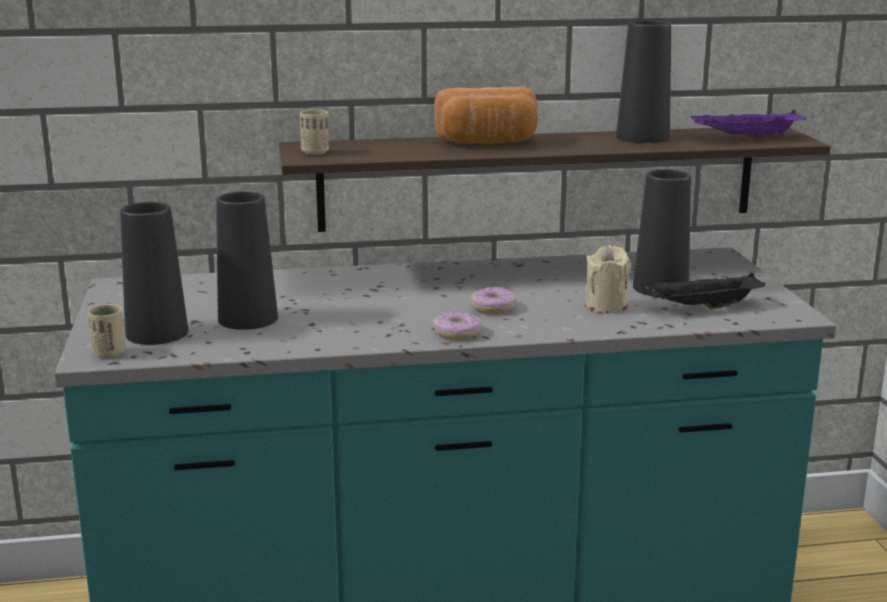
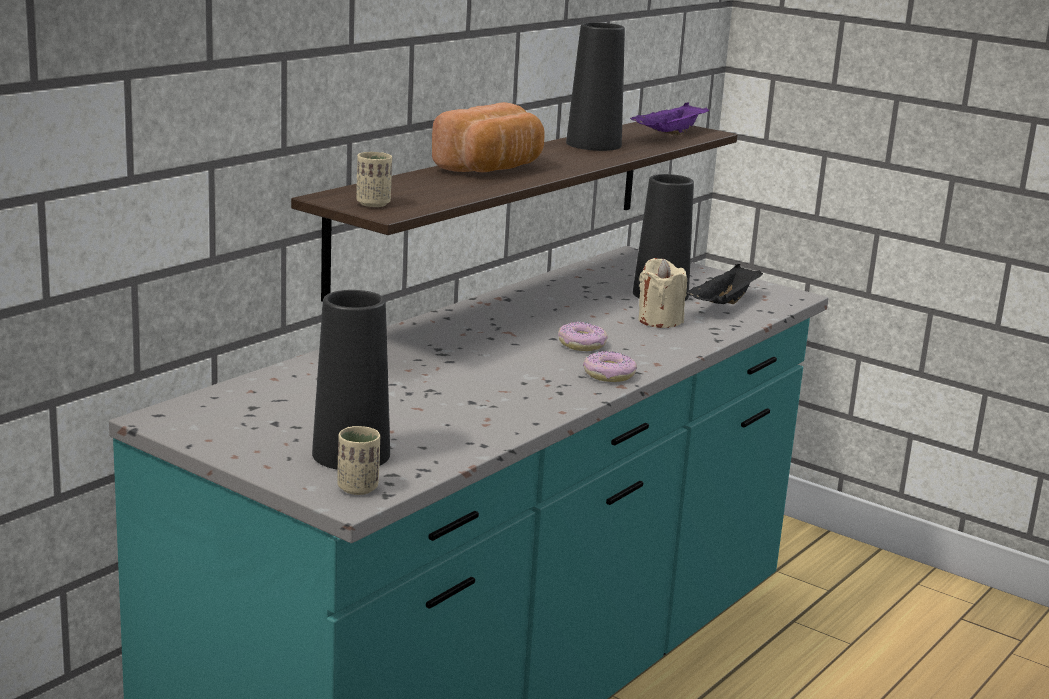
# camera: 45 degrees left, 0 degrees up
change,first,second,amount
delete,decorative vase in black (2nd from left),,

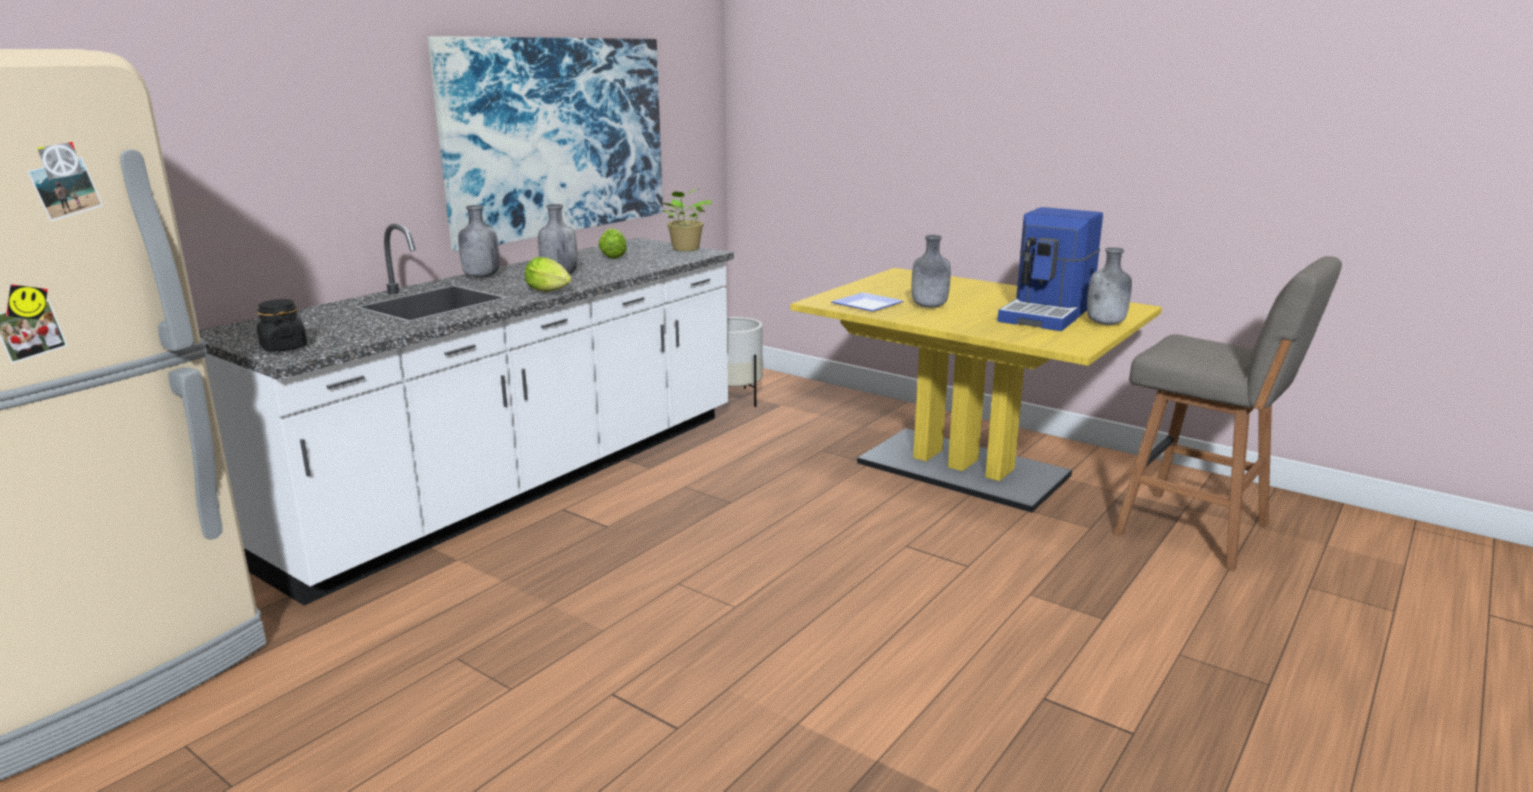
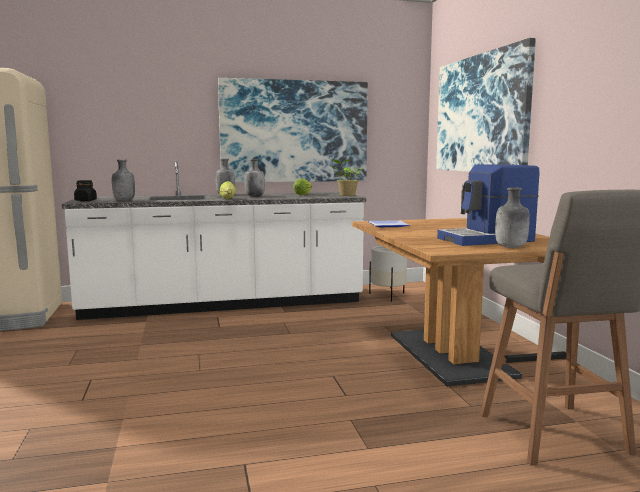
# camera: 40 degrees right, 10 degrees down
change,first,second,amount
insert,,wall picture (2nd from left),
move,drink bottle in gray (3rd from left in the first image),drink bottle in gray (1st from left),
recolor,dining table in yellowish,dining table in brown-coloured,

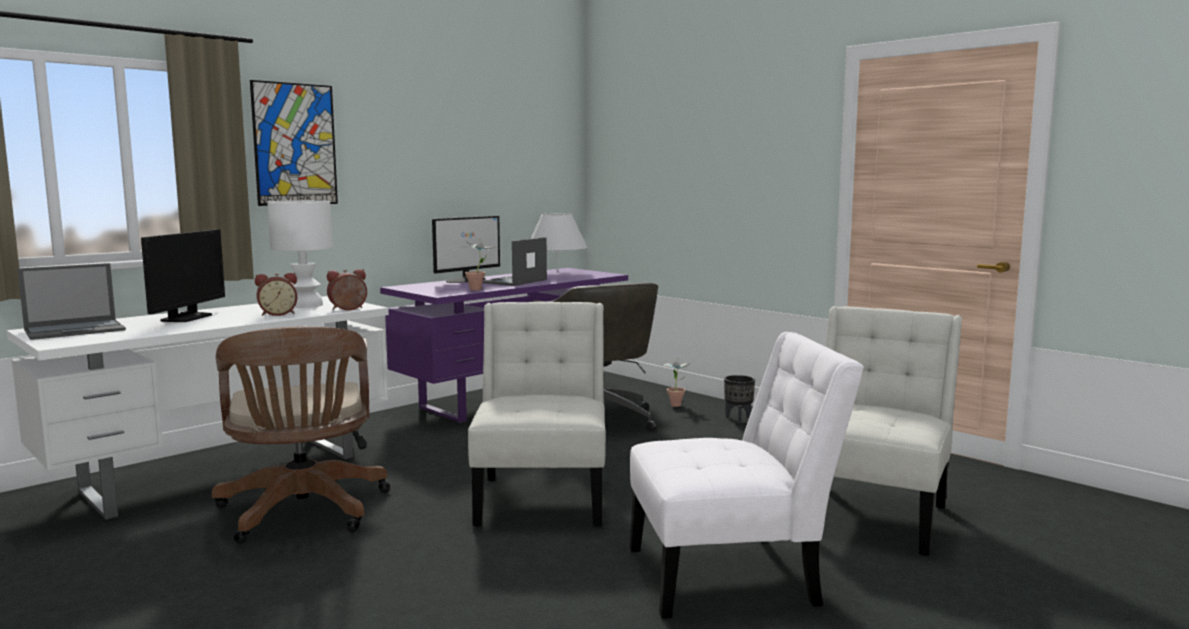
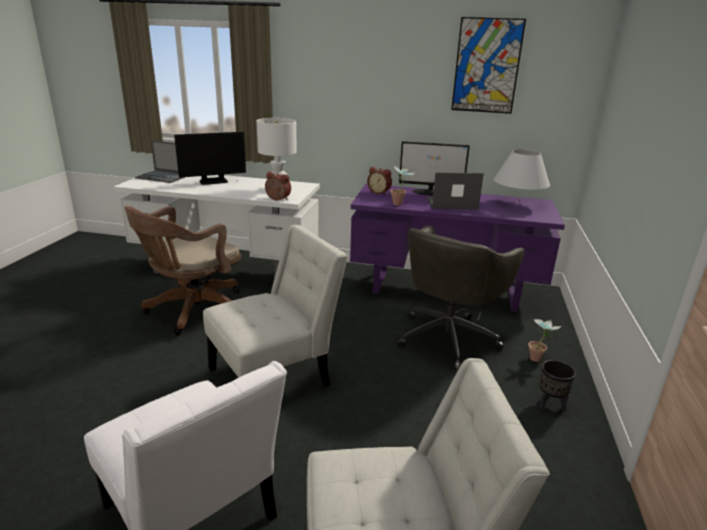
# camera: 55 degrees right, 15 degrees up
change,first,second,amount
move,wall picture,,
move,table clock (1st from left in the first image),table clock (2nd from left),

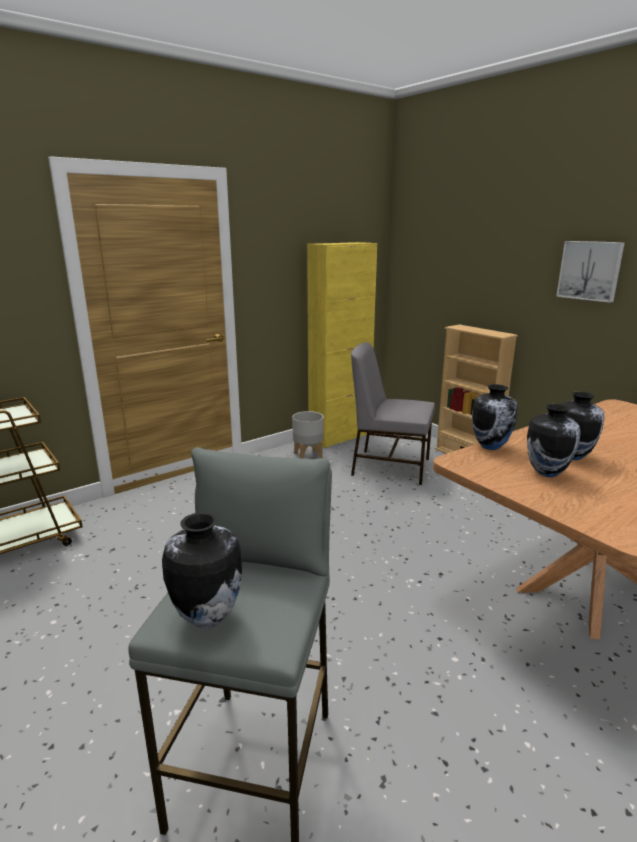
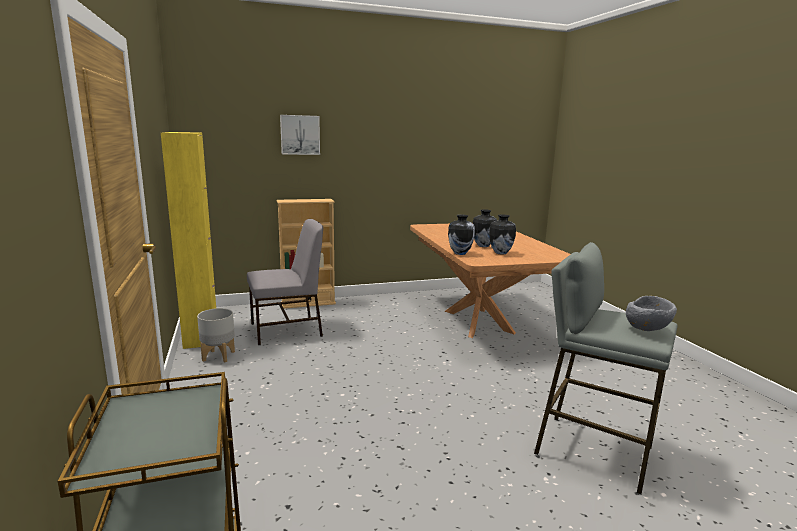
# camera: 70 degrees left, 5 degrees down
change,first,second,amount
move,wall picture,,
replace,decorative vase (1st from left),bowl in gray,
rotate,upright chair in gray,,150 degrees counterclockwise

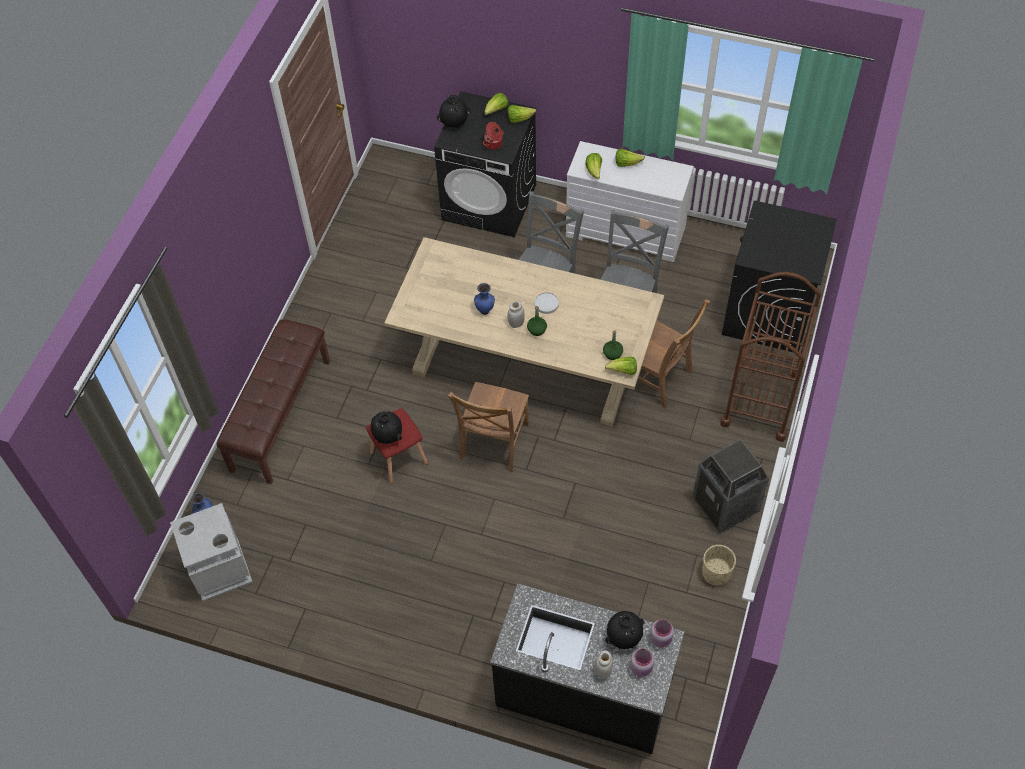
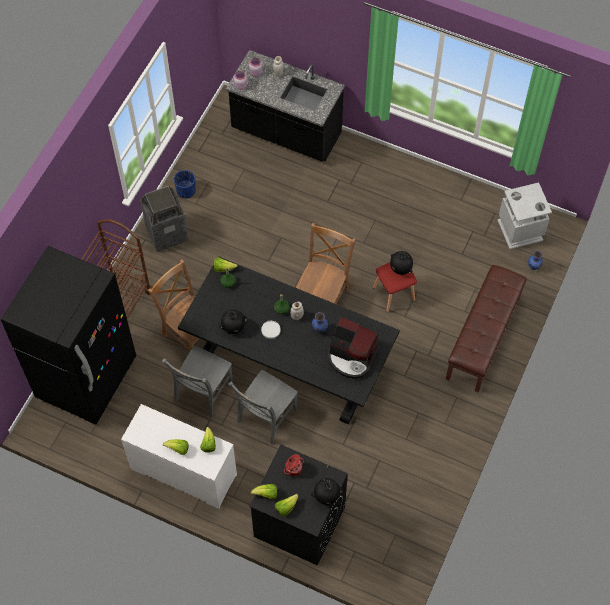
# camera: 175 degrees left, 5 degrees up
change,first,second,amount
insert,,coffee machine,
move,decorative vase in black (3rd from left in the first image),decorative vase in black (1st from left),
replace,laundry machine in black (2nd from left),kitchen fridge in black,
recolor,dining table in beige-coloured,dining table in black,
recolor,plant pot in beige-coloured,plant pot in blue,

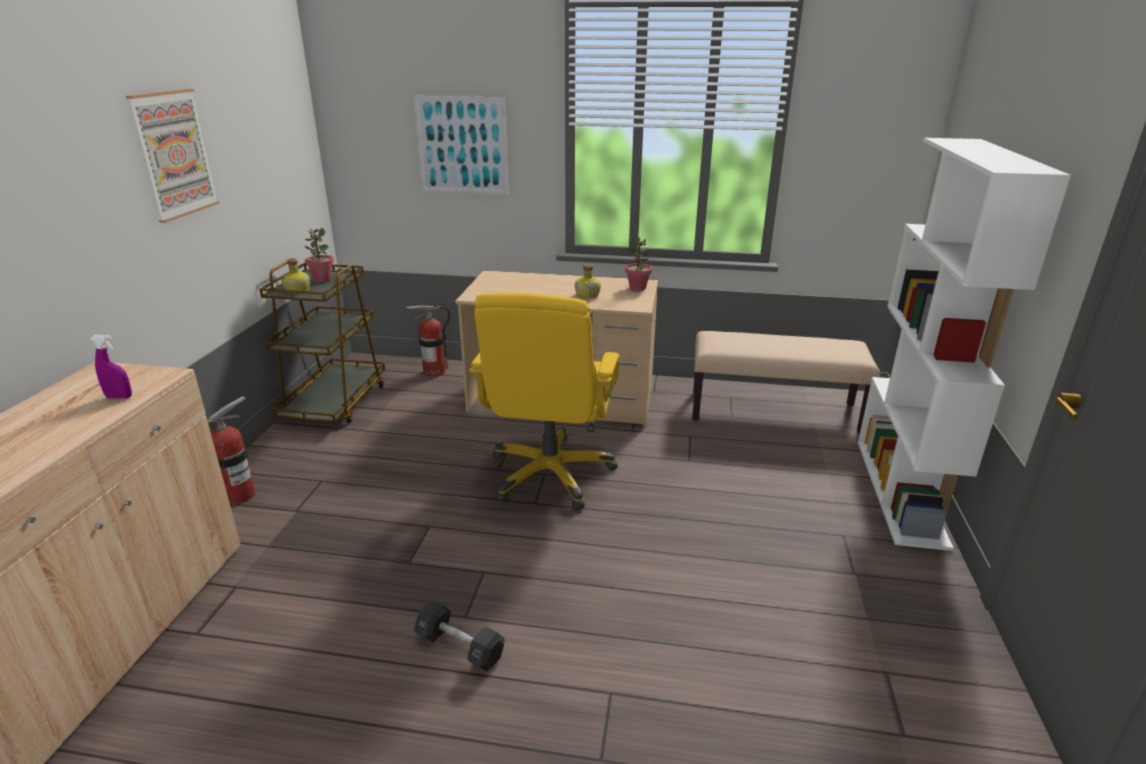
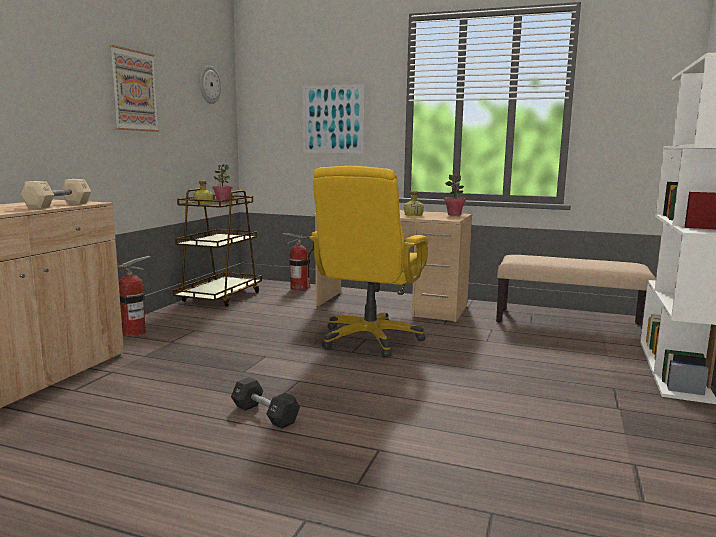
# camera: 10 degrees right, 15 degrees down
change,first,second,amount
insert,,clock on the wall,
replace,spray bottle in purplish,dumbbell in beige-coloured,

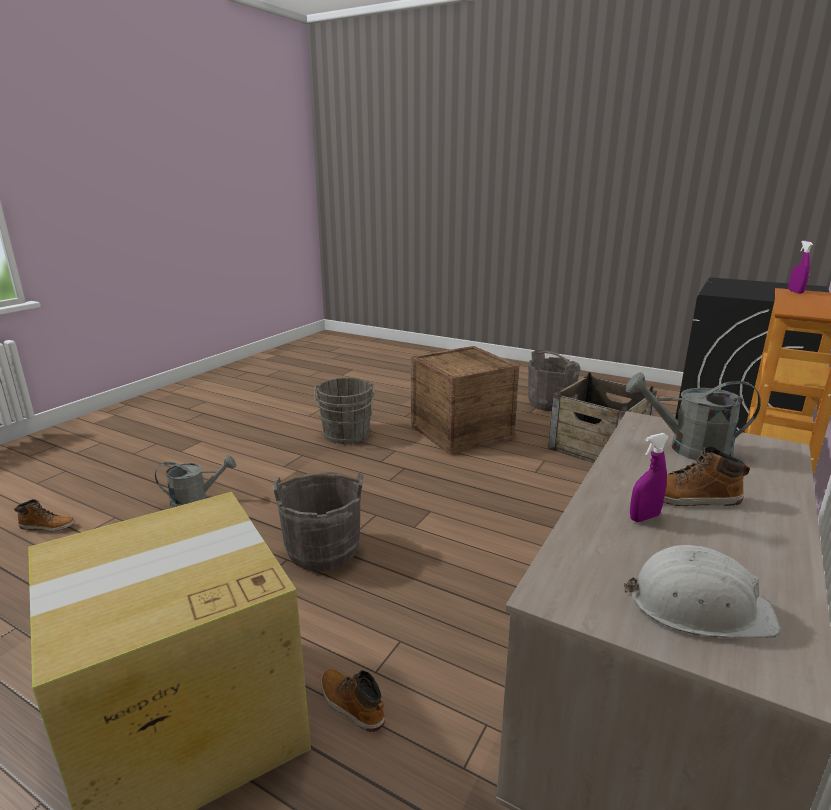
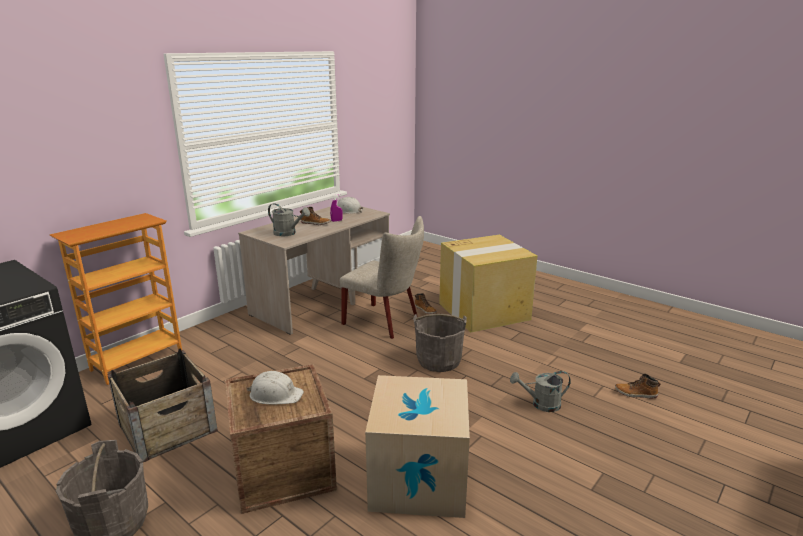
# camera: 170 degrees left, 0 degrees up
change,first,second,amount
delete,spray bottle in purplish (2nd from left),,
insert,,hard hat in whitish (1st from left),
insert,,upright chair in beige-coloured,
replace,bucket in gray (2nd from left),carton (1st from left),

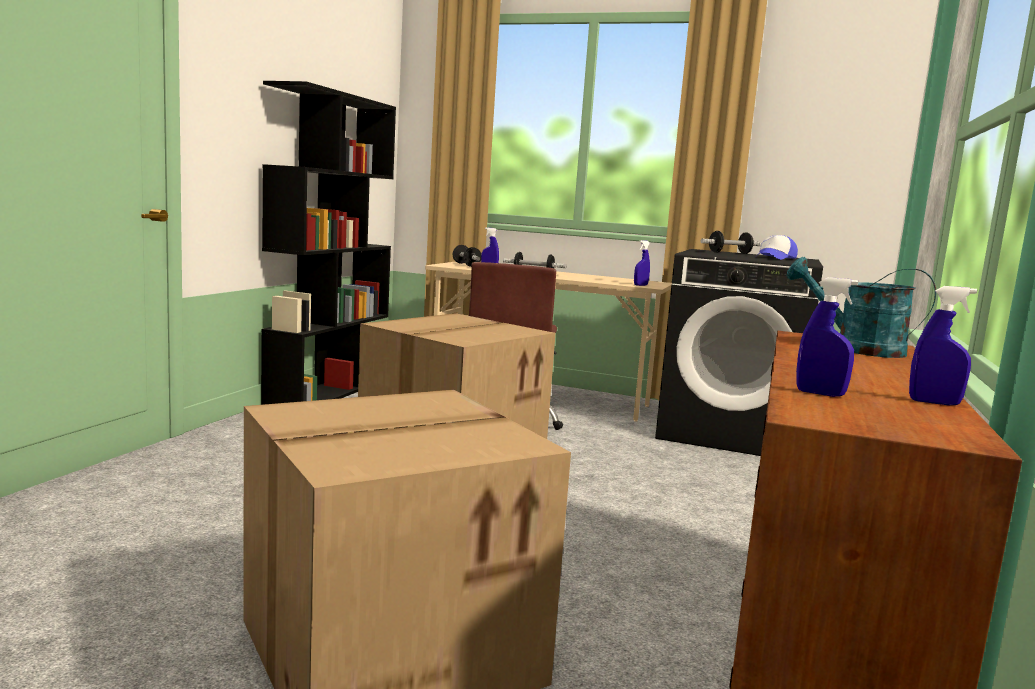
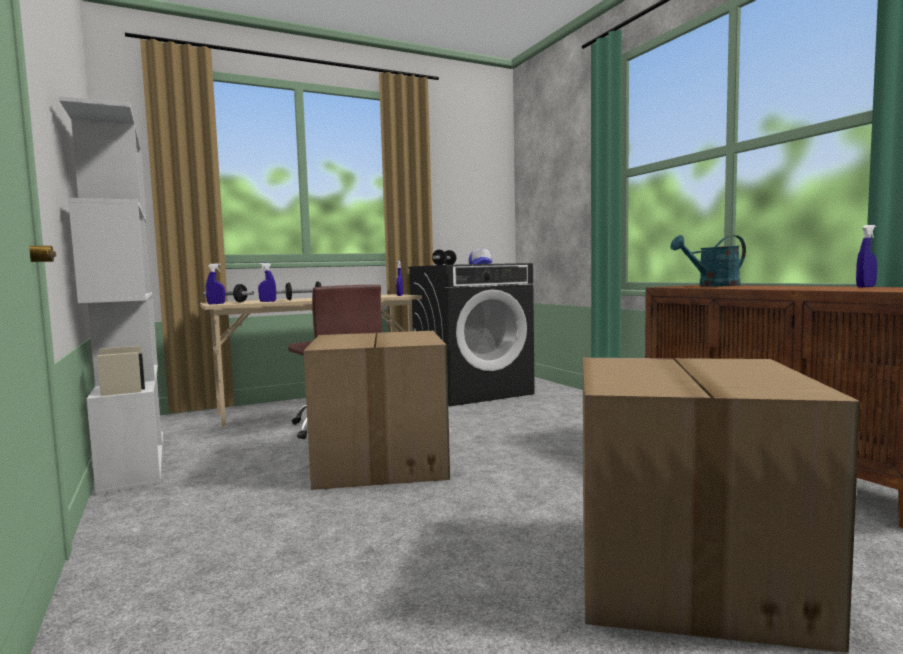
# camera: 45 degrees left, 5 degrees down
change,first,second,amount
move,spray bottle in blue (3rd from left in the first image),spray bottle in blue (1st from left),
recolor,bookshelf in black,bookshelf in whitish,

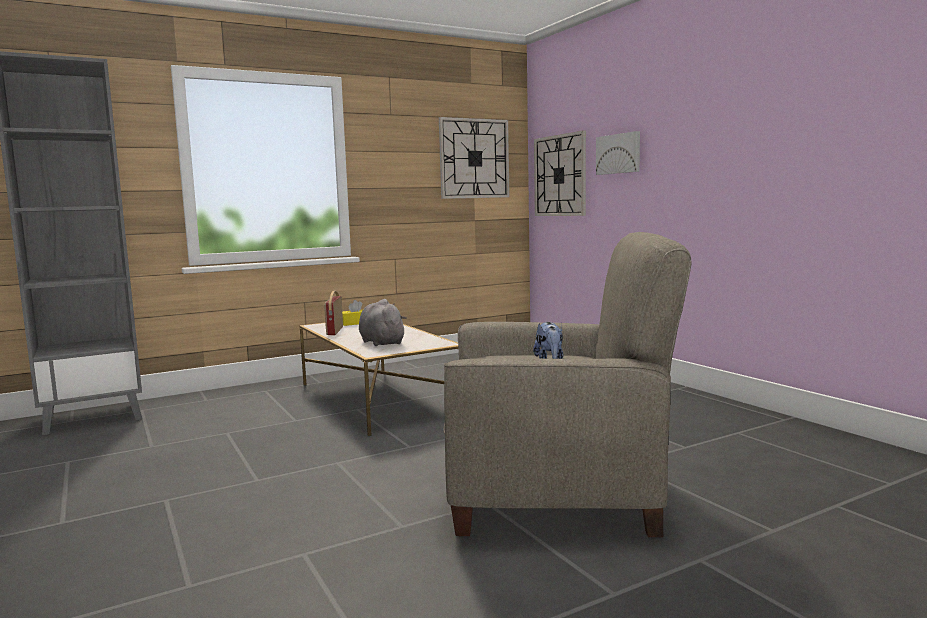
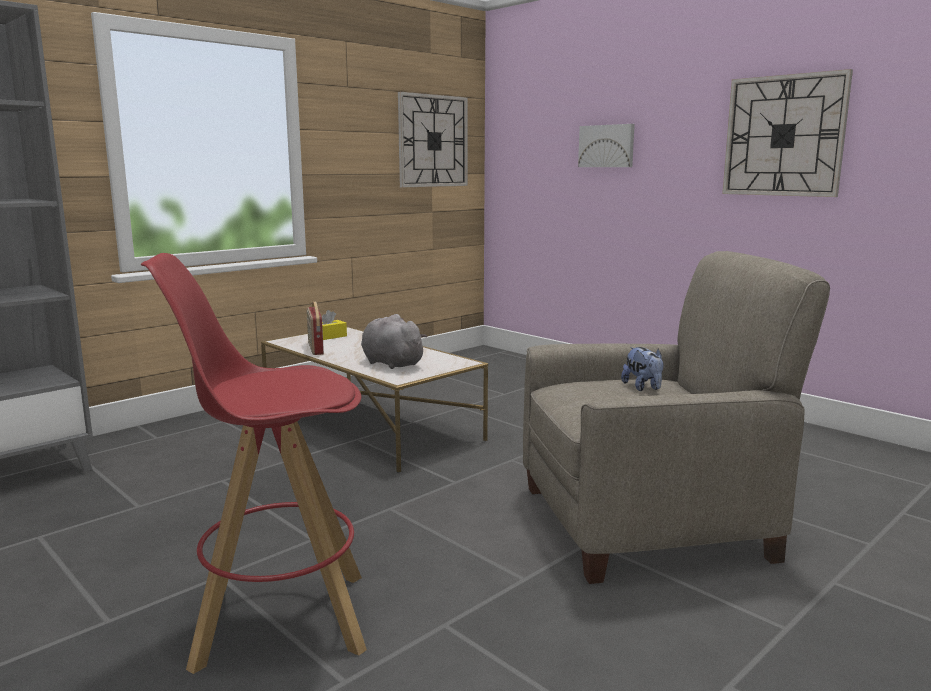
# camera: 15 degrees left, 5 degrees up
change,first,second,amount
insert,,stool in red,
move,clock on the wall (2nd from left),,

